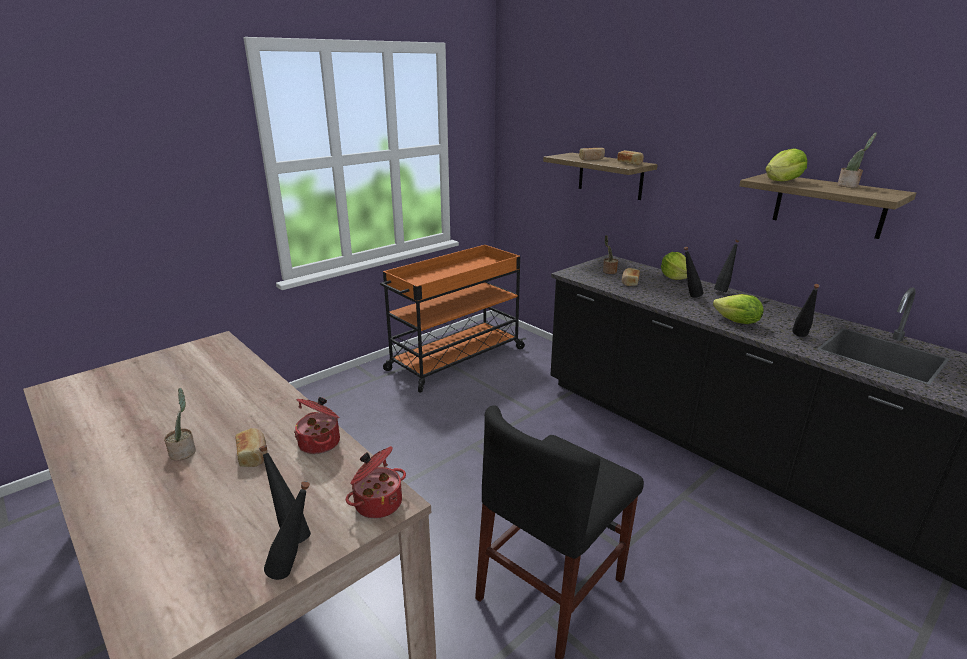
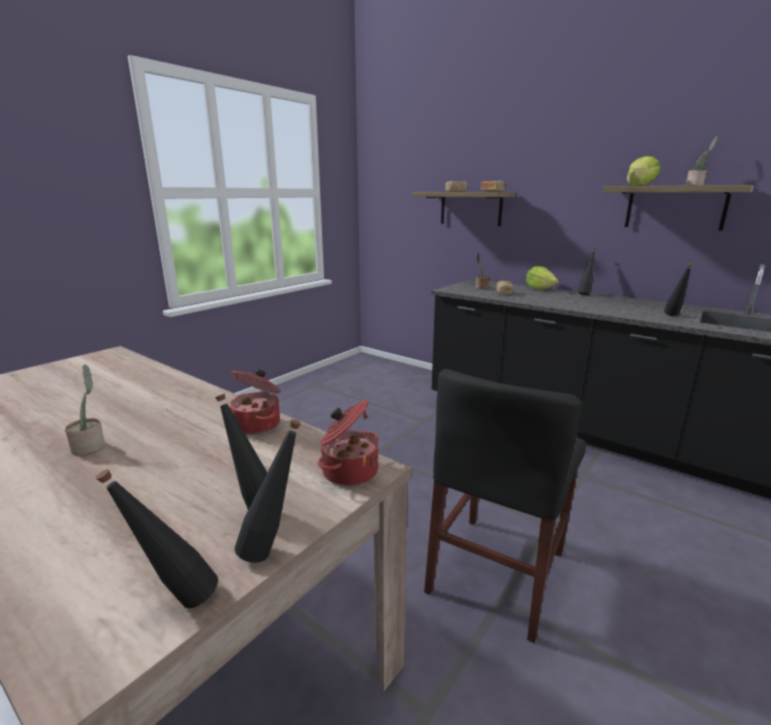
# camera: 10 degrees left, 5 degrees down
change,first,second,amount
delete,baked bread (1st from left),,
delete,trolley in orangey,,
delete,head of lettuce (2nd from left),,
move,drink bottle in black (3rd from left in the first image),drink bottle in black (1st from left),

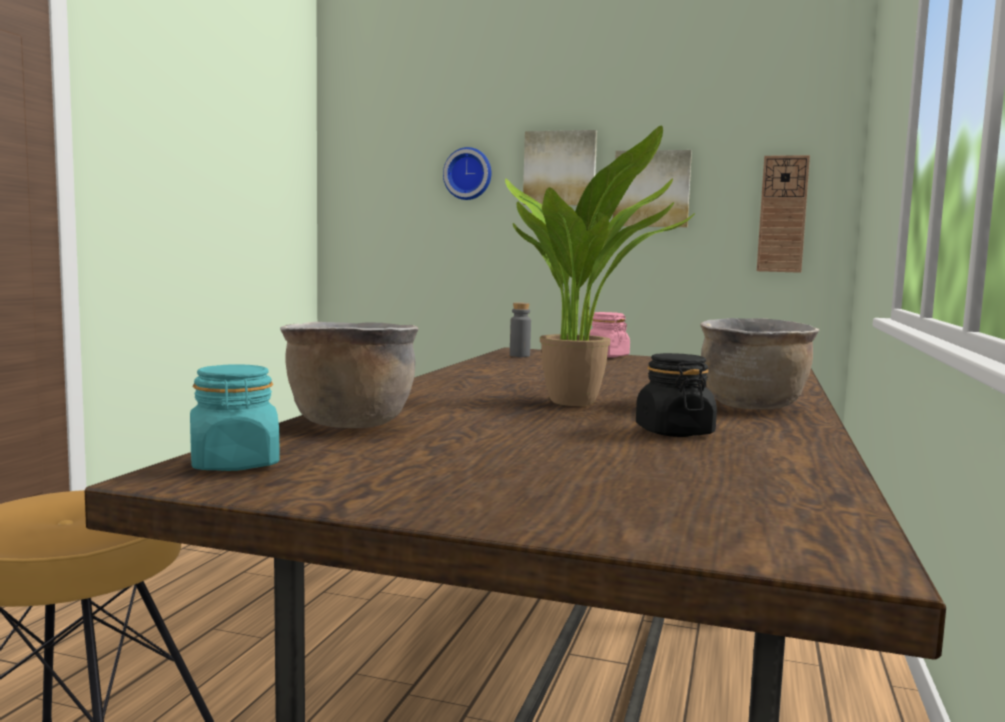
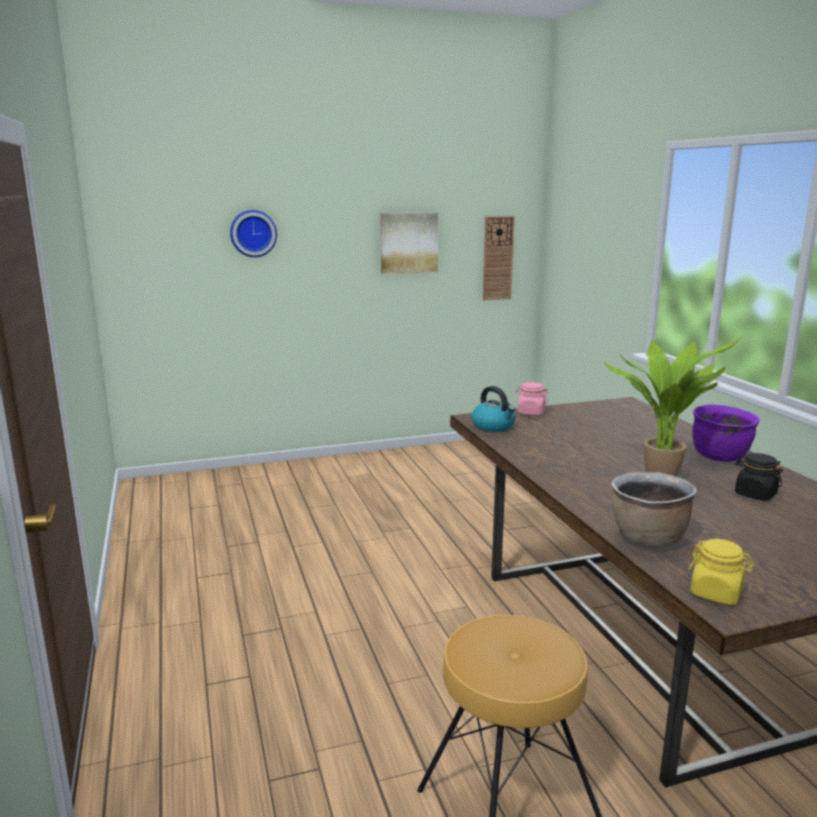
# camera: 35 degrees left, 10 degrees up
change,first,second,amount
delete,wall picture (1st from left),,
replace,drink bottle in gray,water kettle,
recolor,storage jar in turquoise,storage jar in yellowish,
recolor,stockpot in brown-coloured (2nd from left),stockpot in purplish,

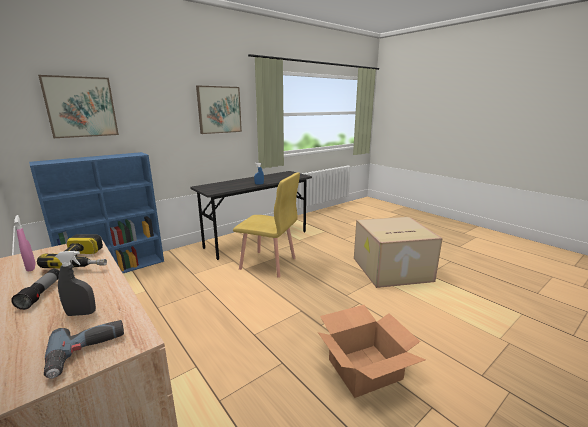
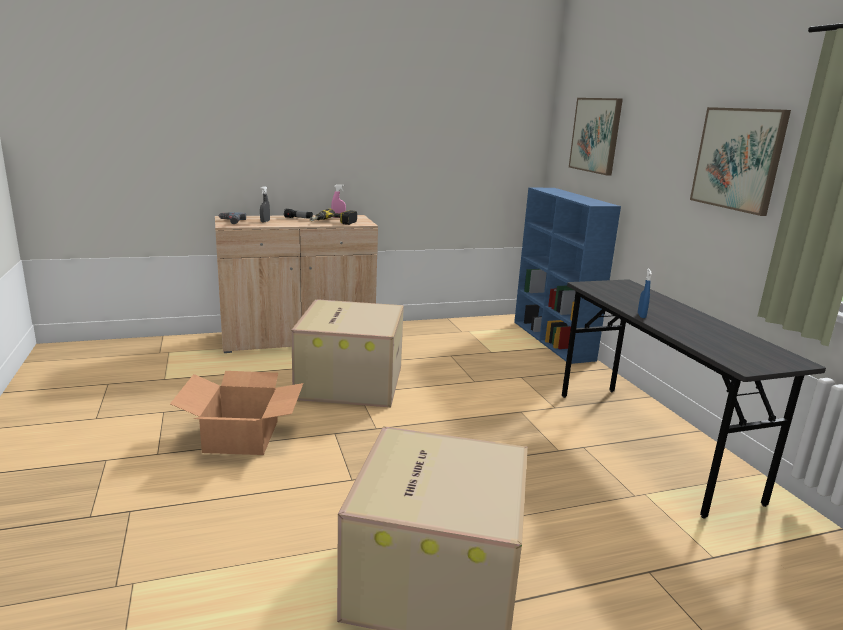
# camera: 110 degrees right, 0 degrees up
change,first,second,amount
delete,upright chair in yellowish,,
insert,,carton (2nd from left),

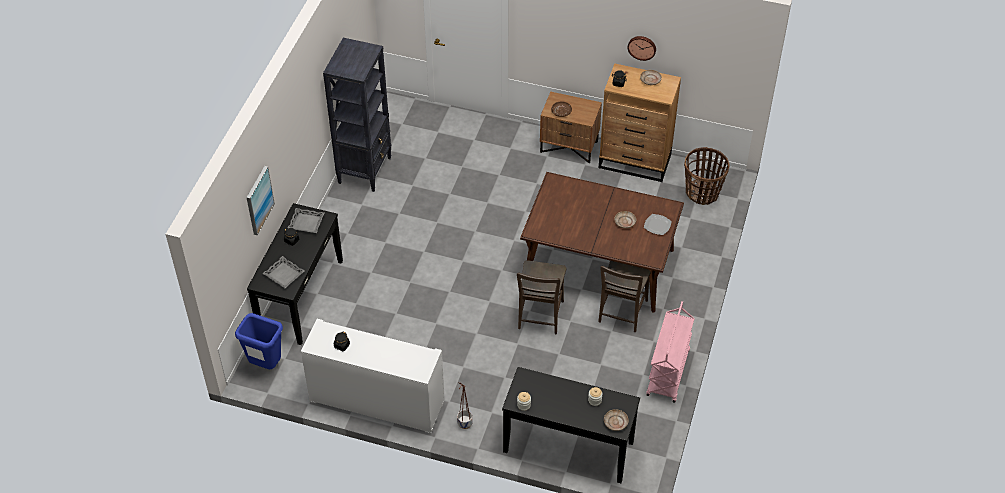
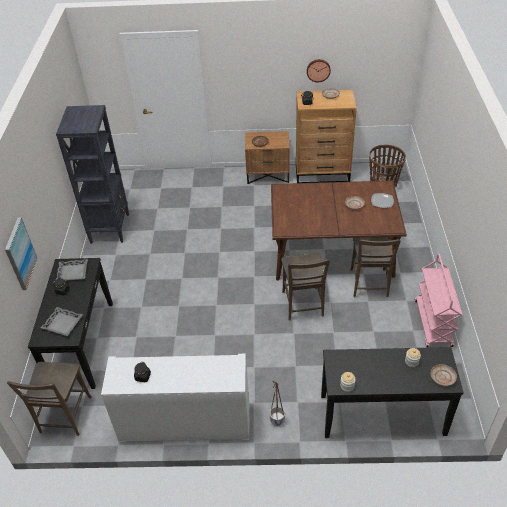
# camera: 15 degrees left, 5 degrees down
change,first,second,amount
replace,rubbish bin in blue,upright chair in brown-coloured (1st from left),

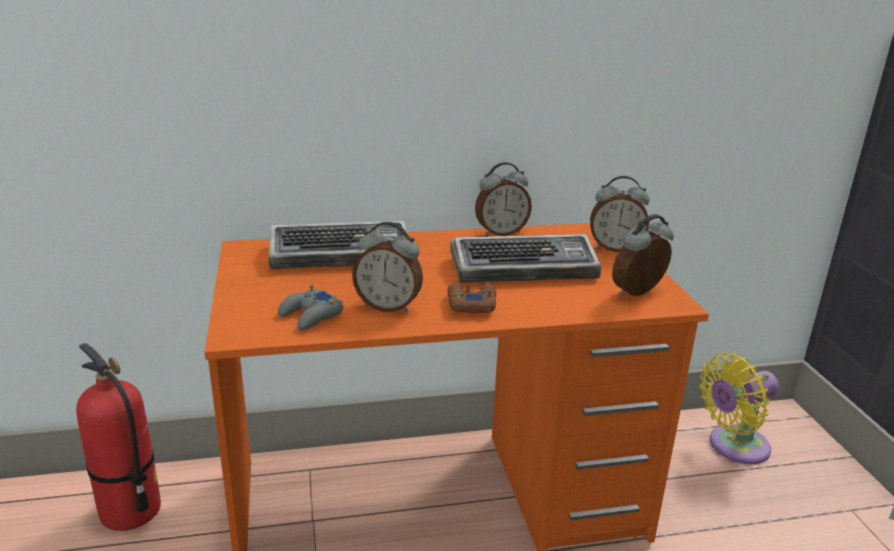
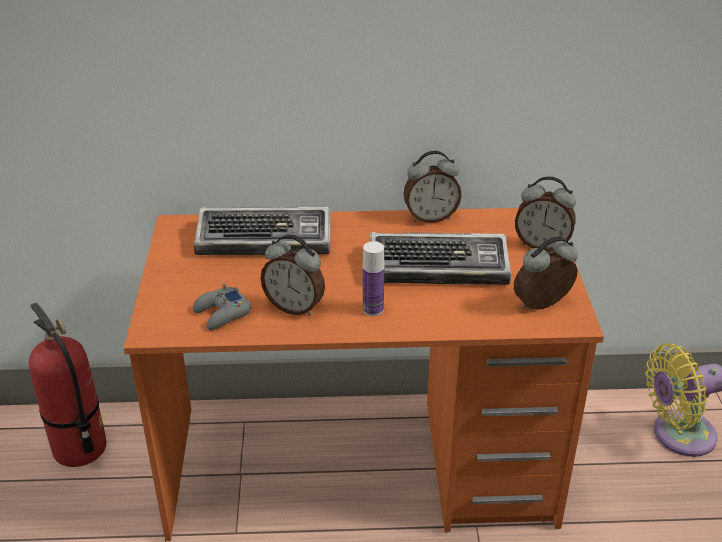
# camera: 10 degrees right, 10 degrees up
change,first,second,amount
replace,joypad in brown-coloured,drink bottle,

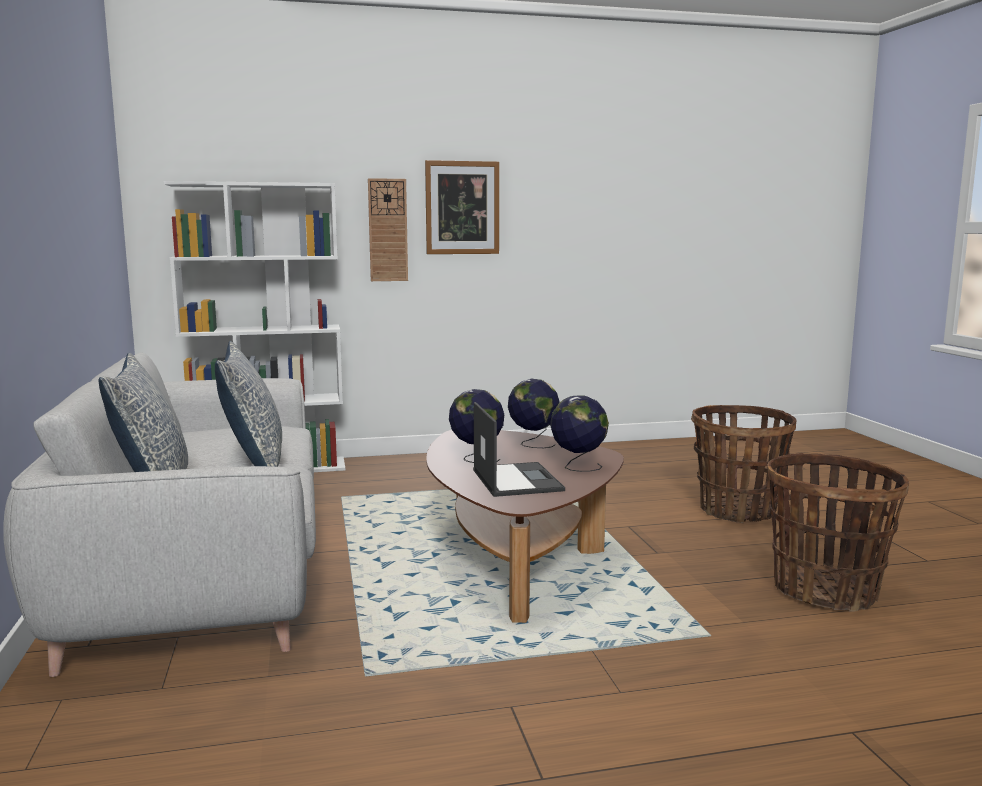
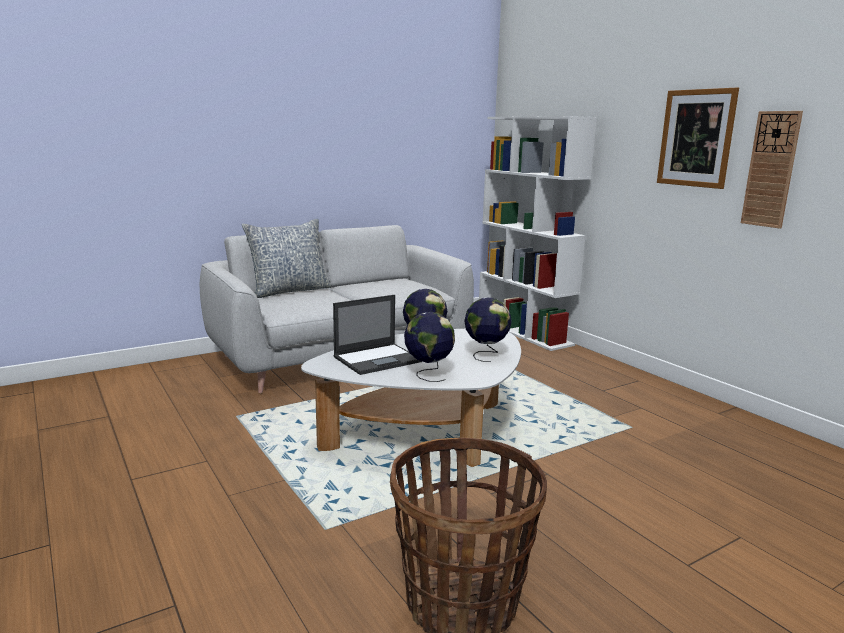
# camera: 70 degrees right, 5 degrees up
change,first,second,amount
delete,pillow (2nd from left),,
delete,basket (1st from left),,
move,clock on the wall,,
recolor,coffee table in brown-coloured,coffee table in whitish,

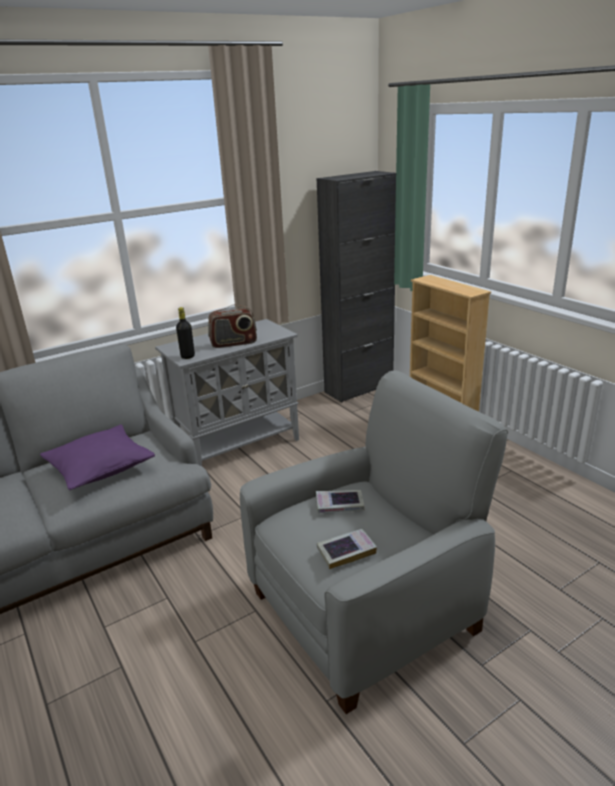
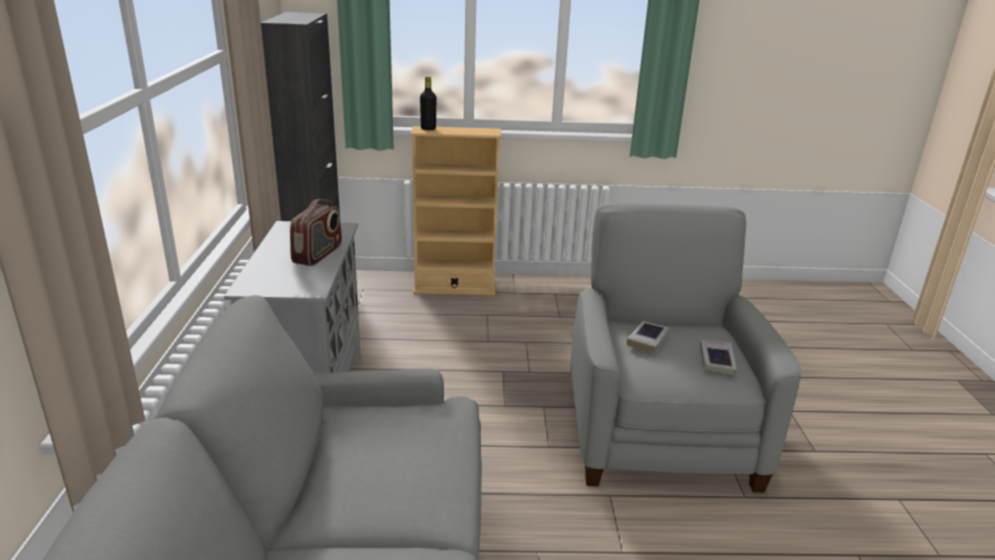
# camera: 60 degrees left, 0 degrees up
change,first,second,amount
delete,pillow in purplish,,
move,drink bottle in black,,

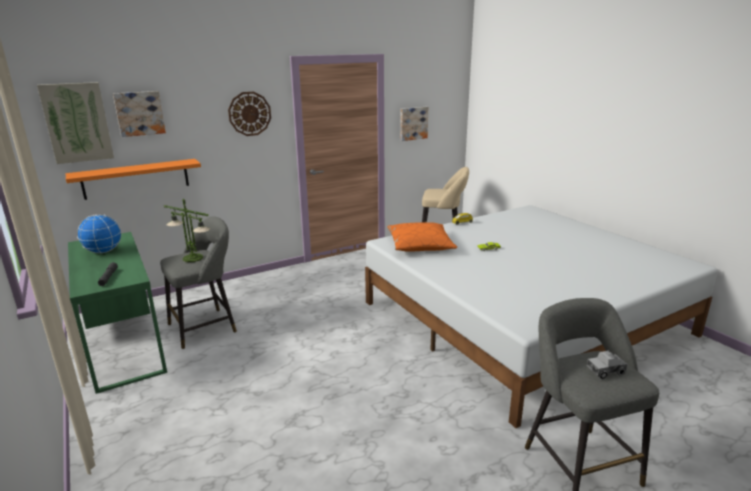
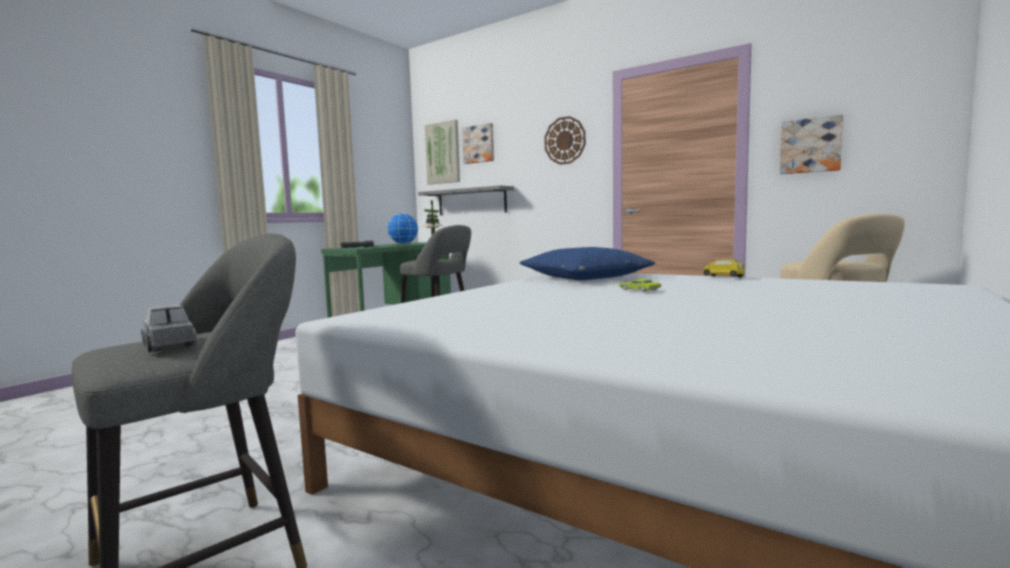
# camera: 65 degrees right, 15 degrees down
change,first,second,amount
recolor,wall shelf in orangey,wall shelf in gray,
recolor,pillow in orangey,pillow in blue,

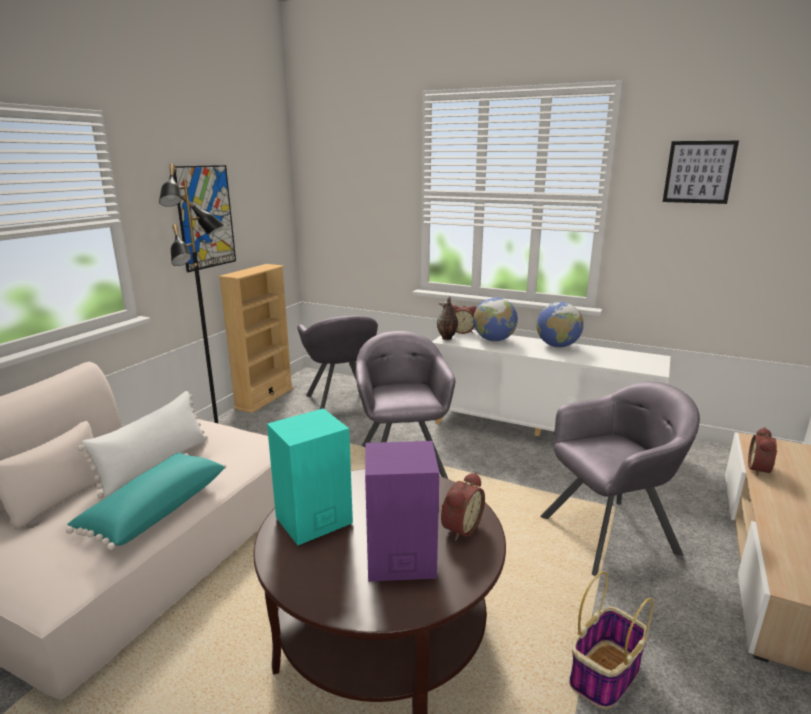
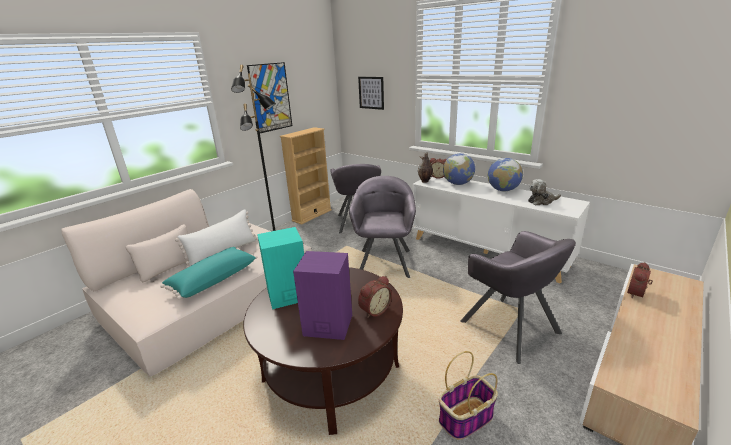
# camera: 15 degrees right, 5 degrees up
change,first,second,amount
insert,,soft toy,
move,wall picture (2nd from left),,
rotate,lounge chair in gray (3rd from left),,60 degrees clockwise

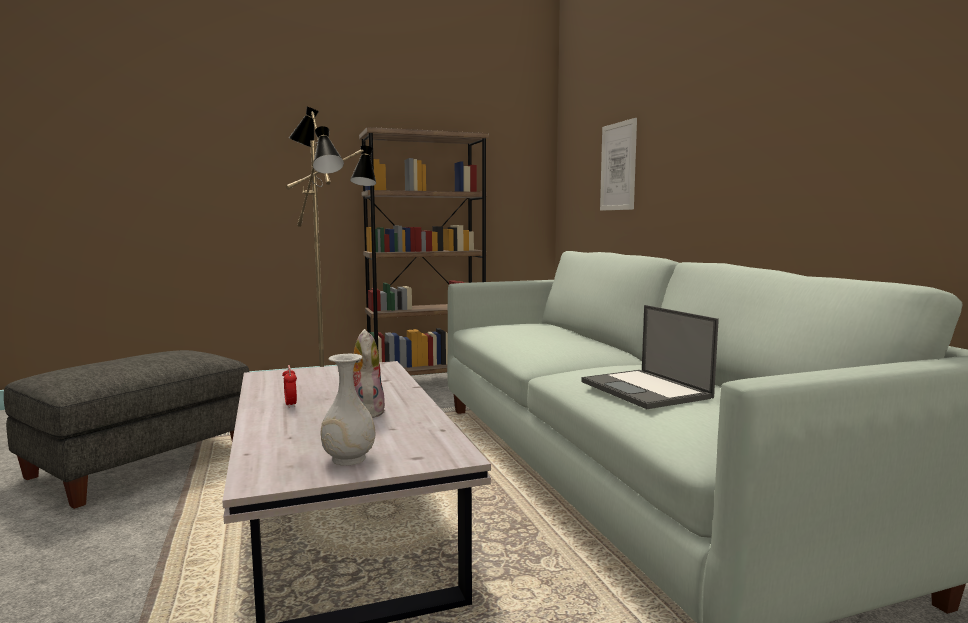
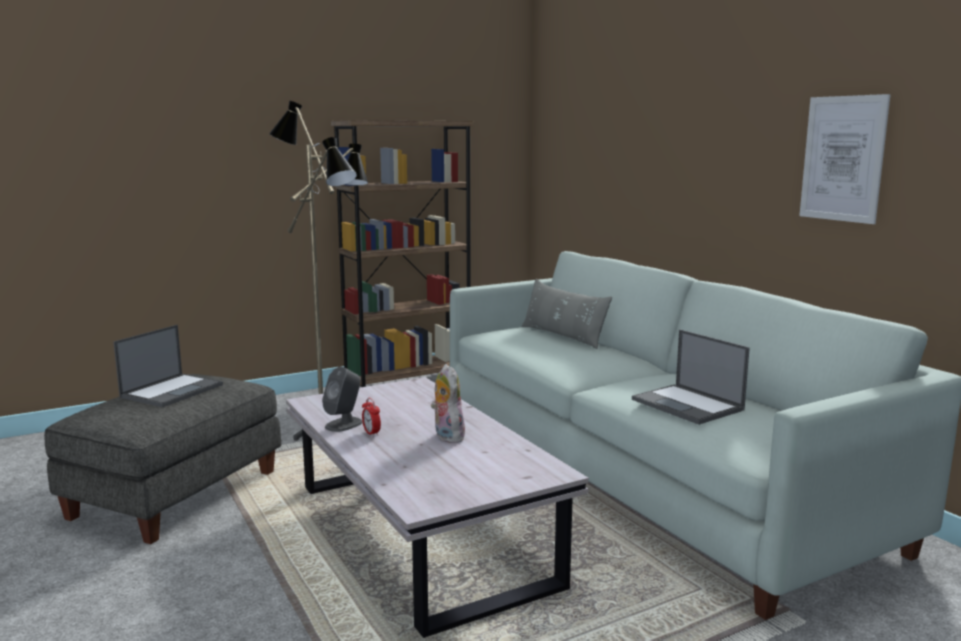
# camera: 10 degrees left, 5 degrees up
change,first,second,amount
delete,decorative vase in whitish,,
insert,,notebook computer (1st from left),
insert,,audio speaker in gray,
insert,,pillow in gray,
move,wall picture,,

